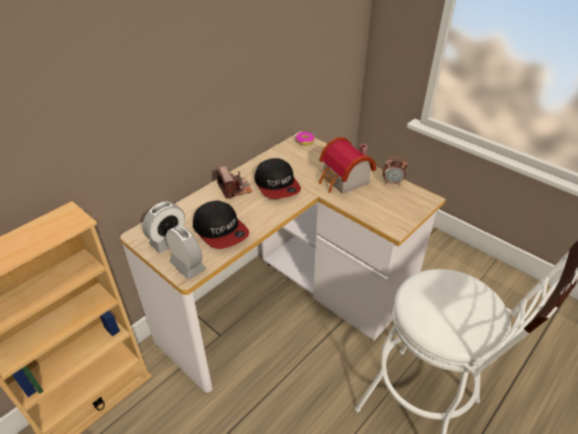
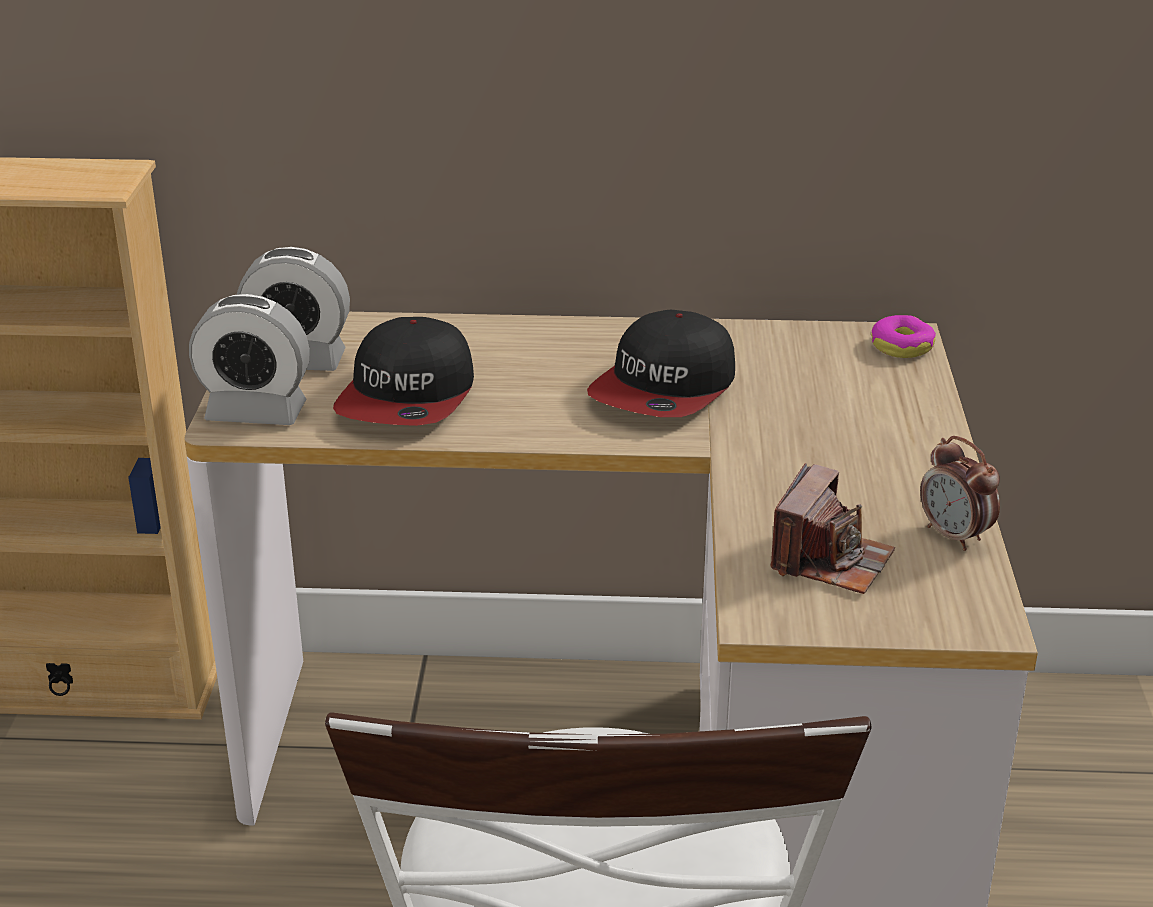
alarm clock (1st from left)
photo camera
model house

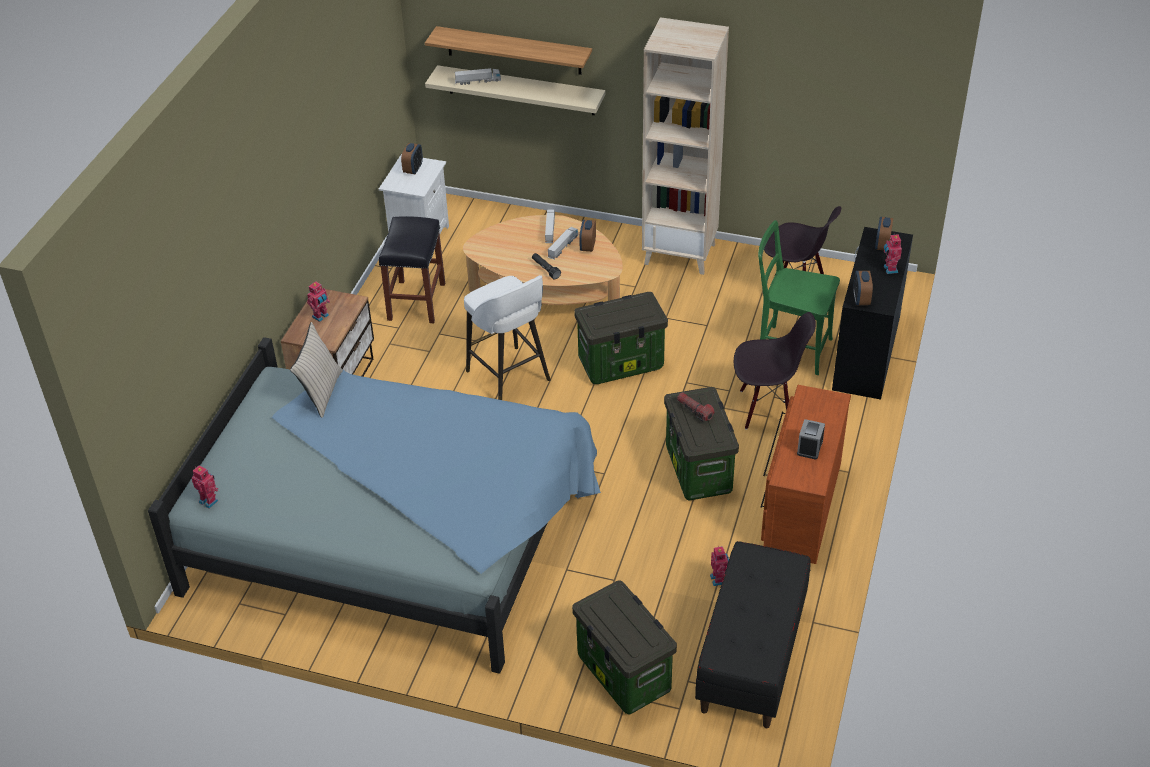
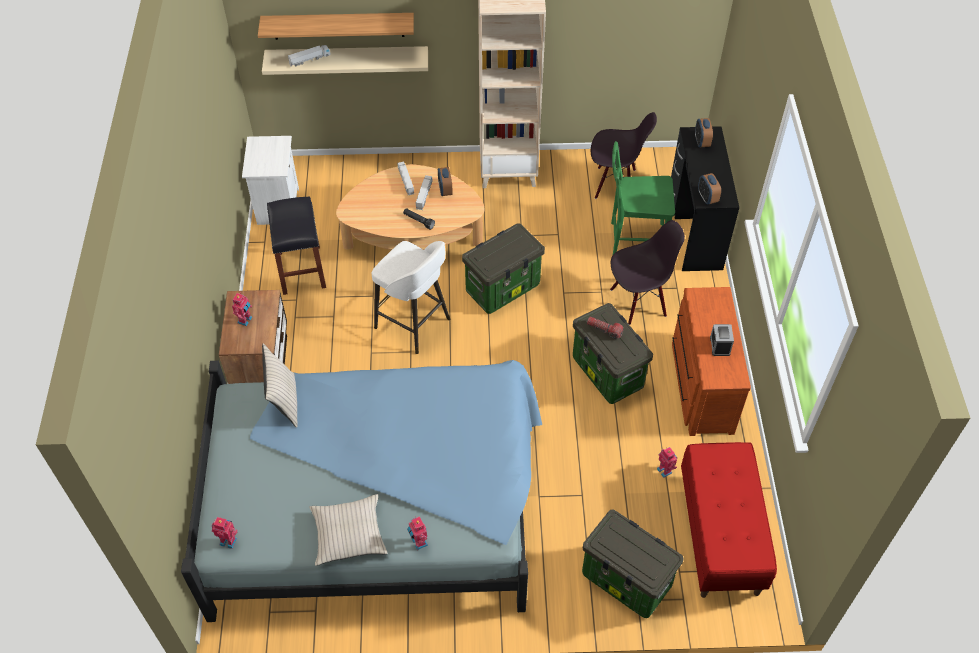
cushion (sand-coloured) (2nd from left)
model robot (3rd from left)
indoor bench (red)
alarm clock (1st from left in the first image)

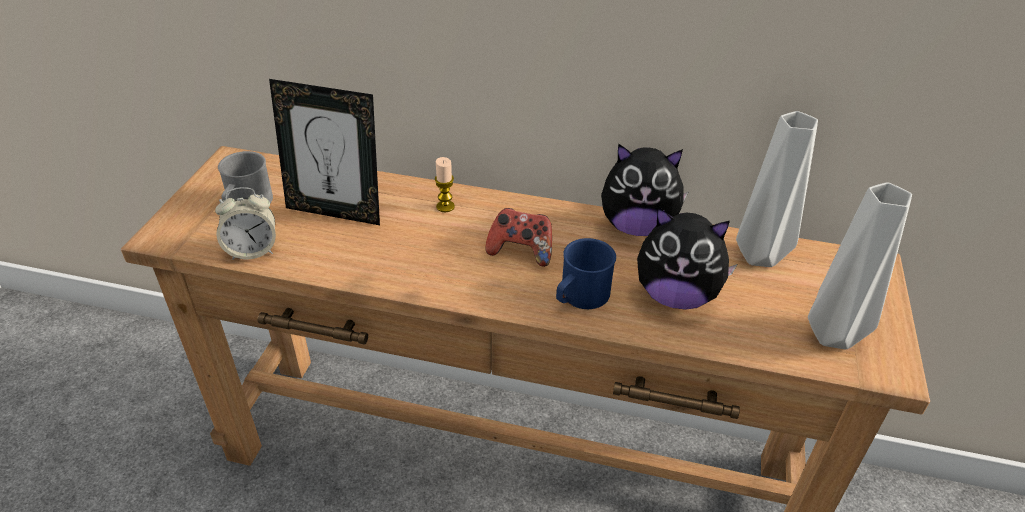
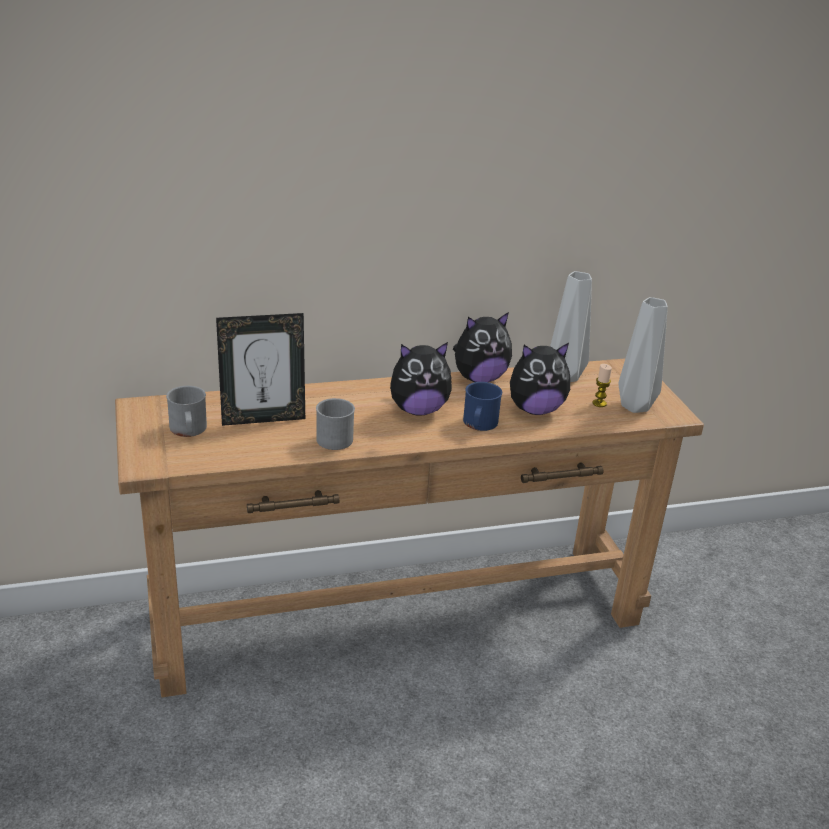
tea mug (grey) (2nd from left)
plush toy (1st from left)
wax candle
alarm clock

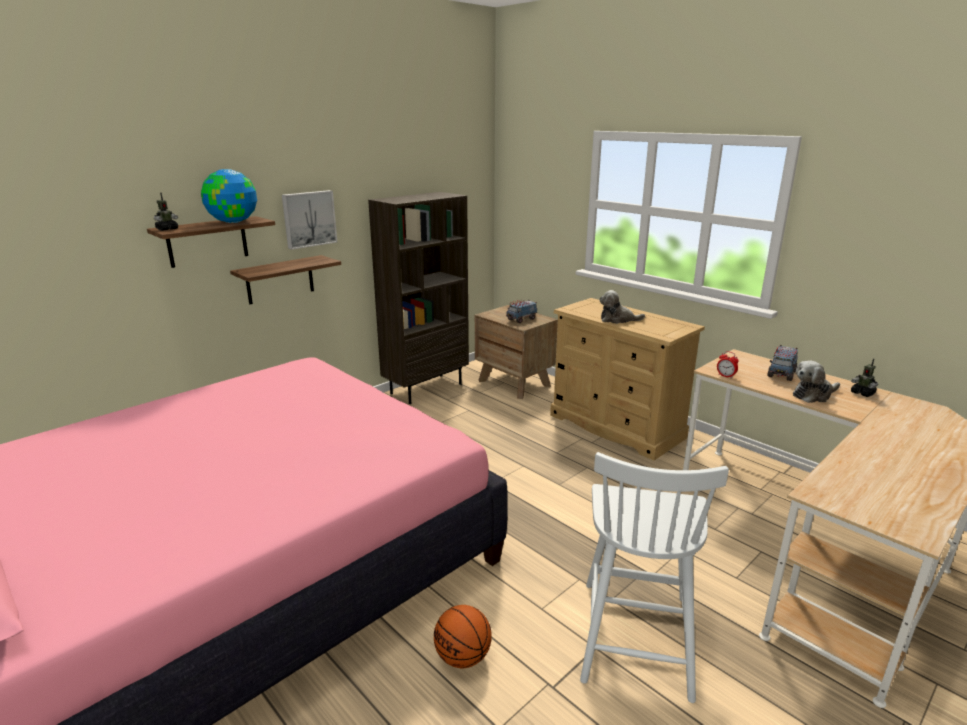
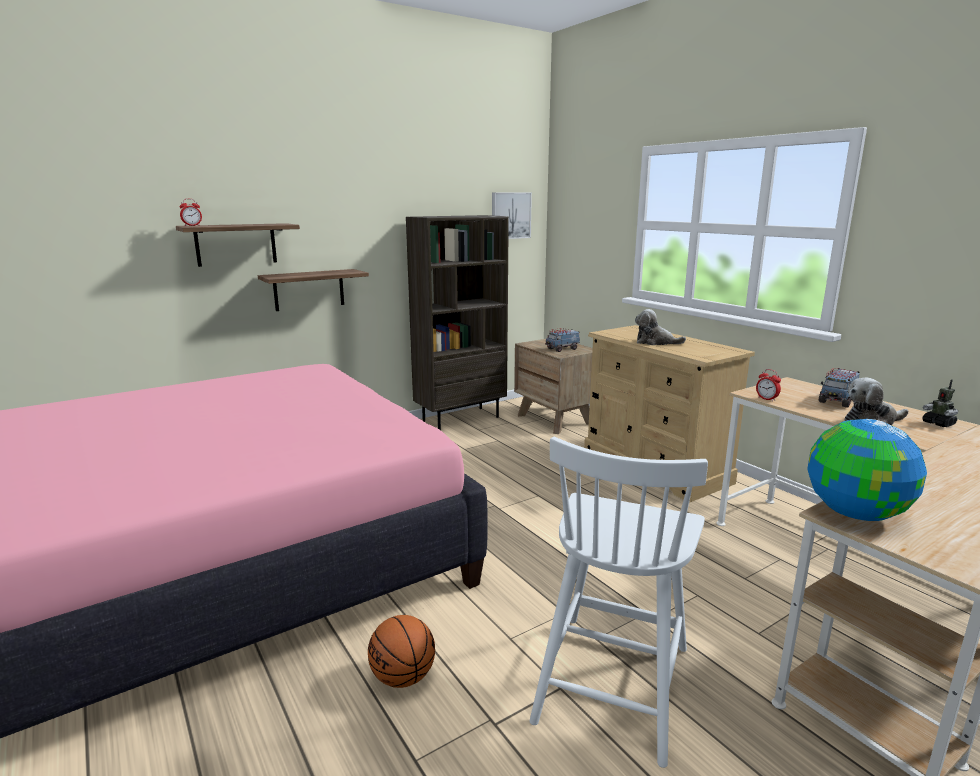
alarm clock (1st from left)
picture
globe

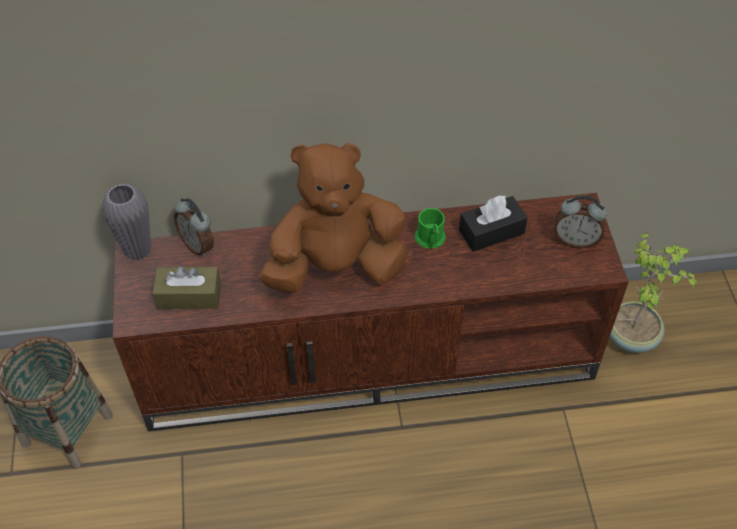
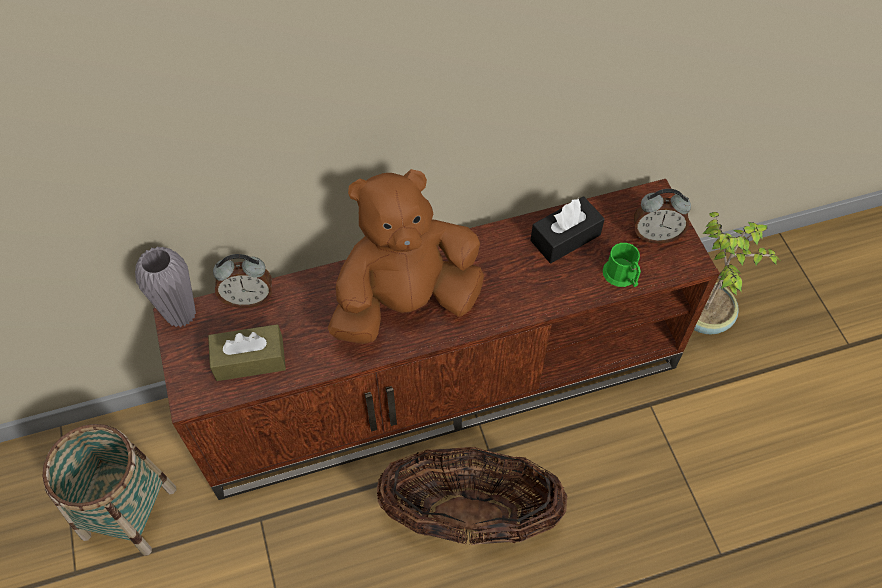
alarm clock (1st from left)
storage basket (2nd from left)
tea mug (greenish)

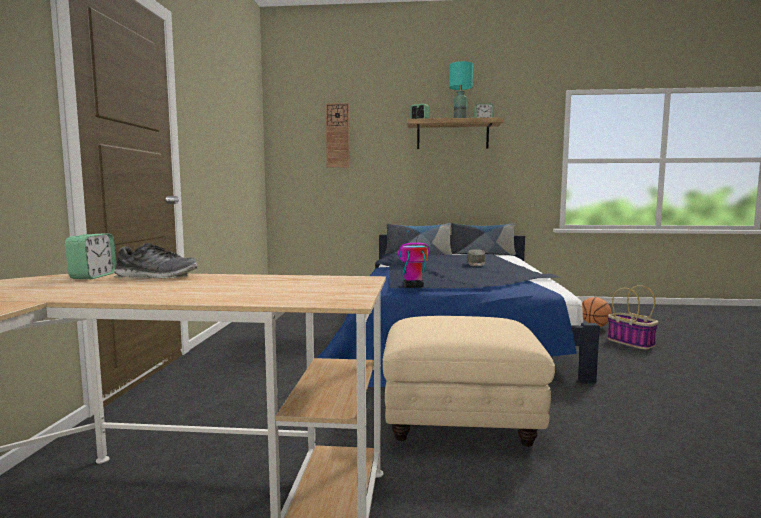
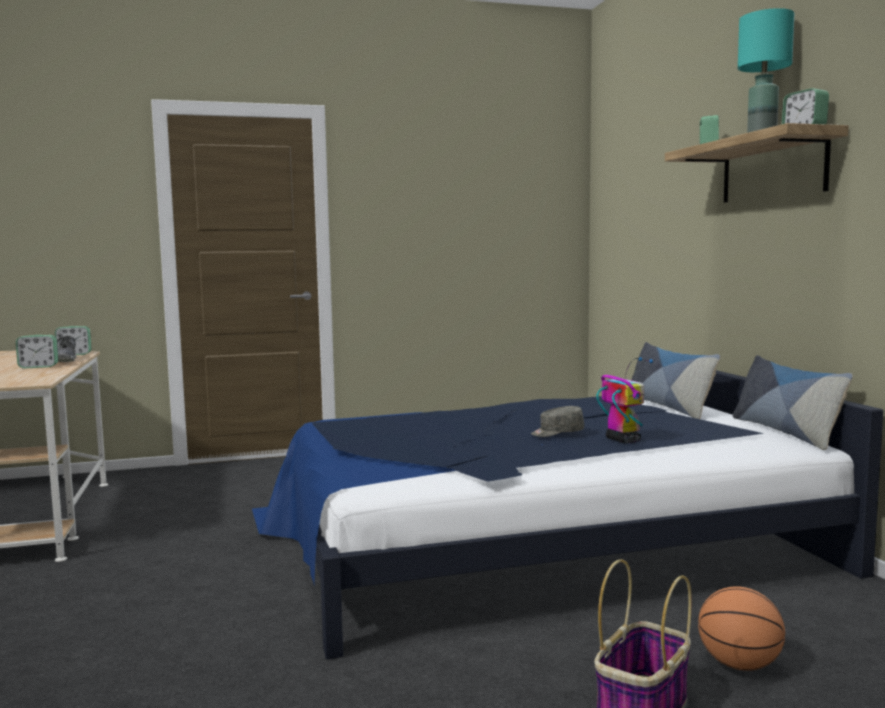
alarm clock (1st from left)
model robot
hanging clock
ottoman (sand-coloured)

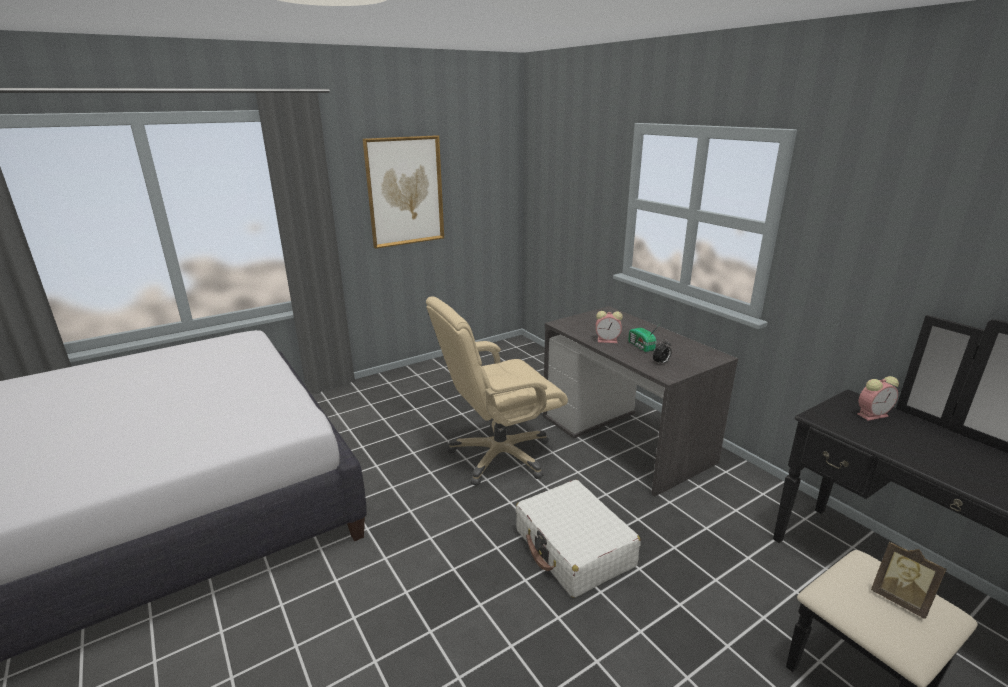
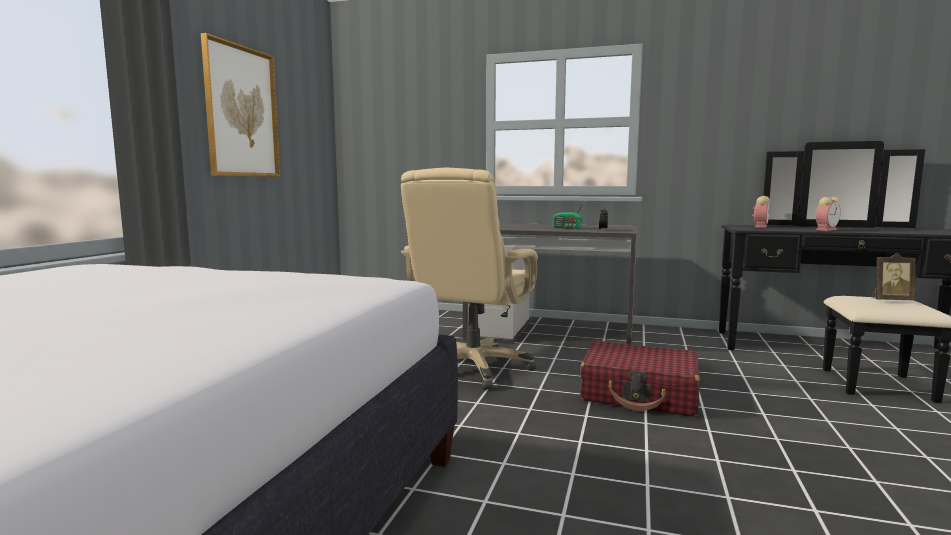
piece of luggage (red)
alarm clock (3rd from left)

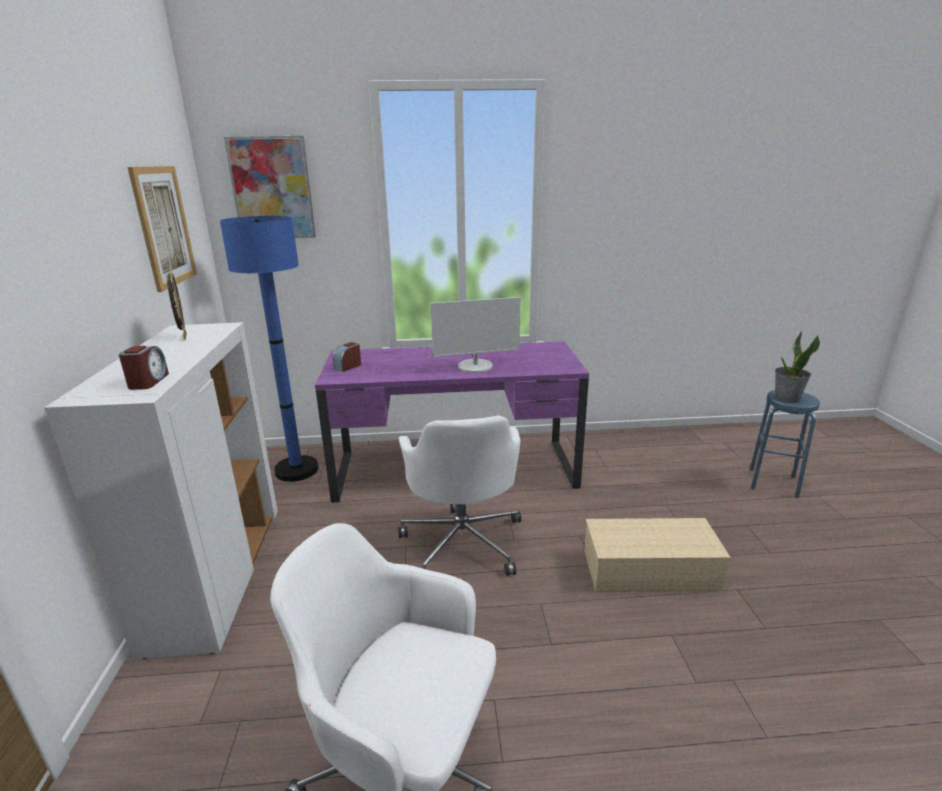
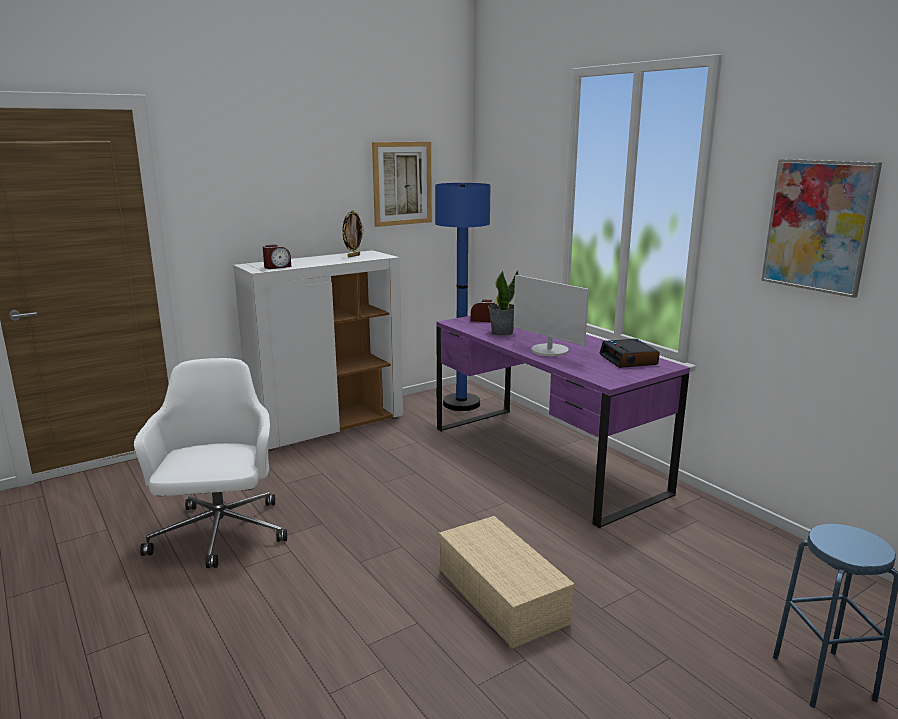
plant in a pot
alarm clock (3rd from left)
picture (2nd from left)
desk chair (whitish) (2nd from left in the first image)

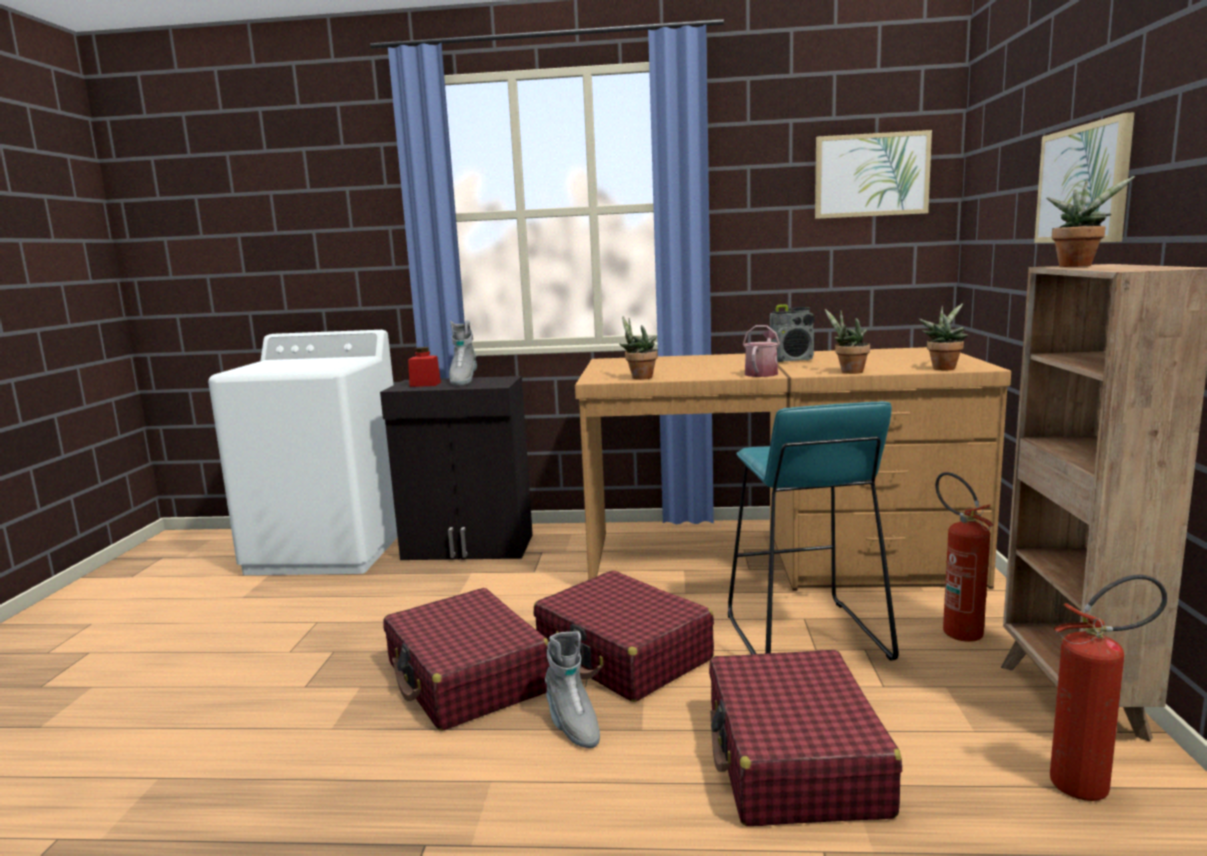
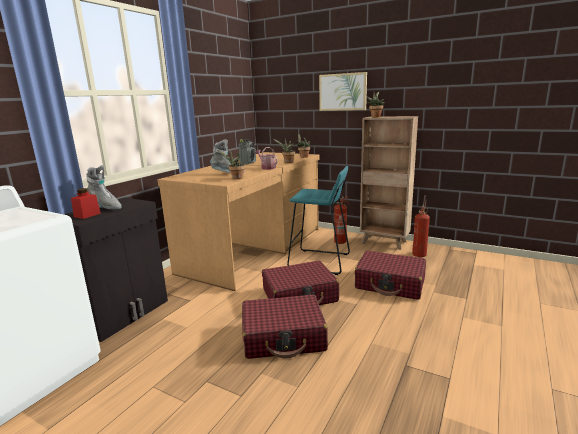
tall boot (grey) (2nd from left)
picture (1st from left in the first image)

